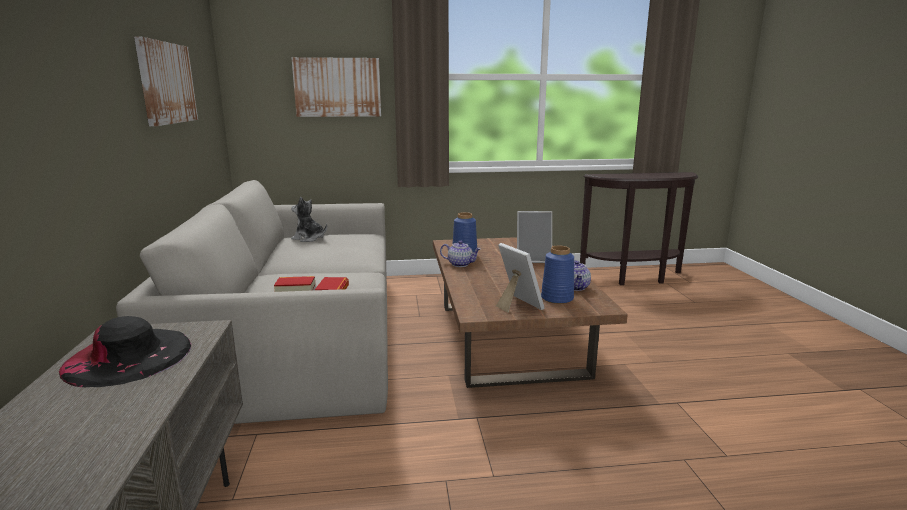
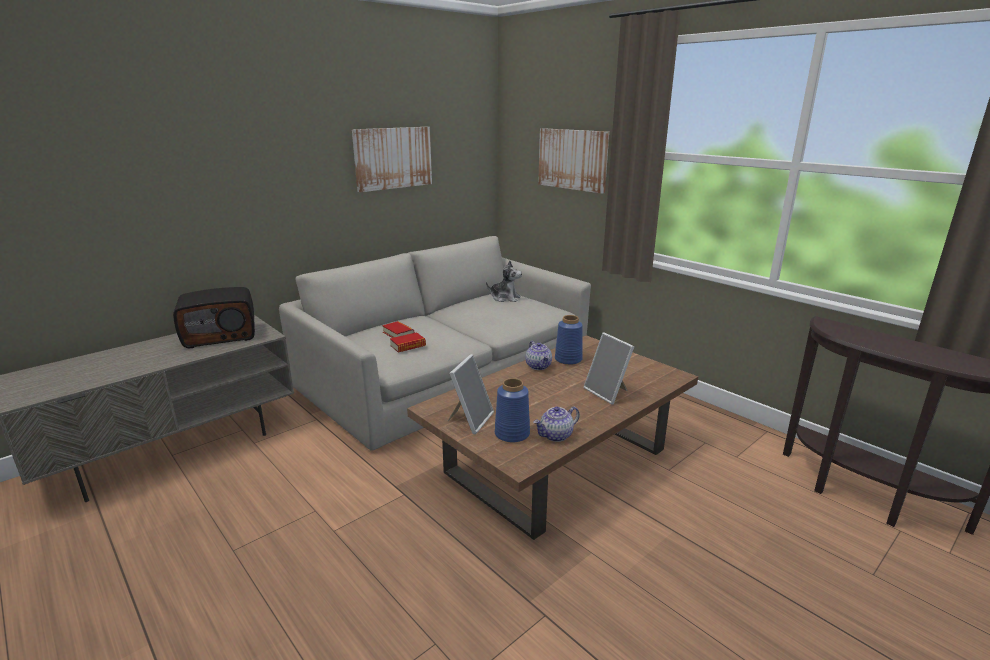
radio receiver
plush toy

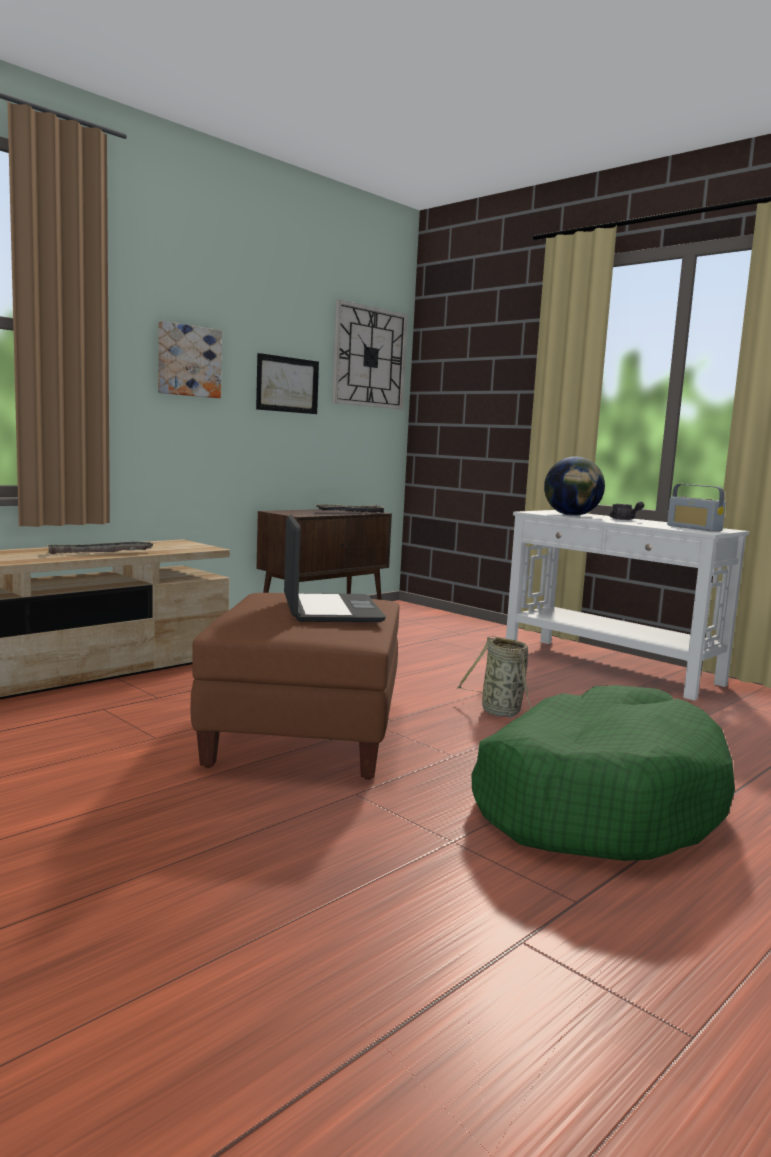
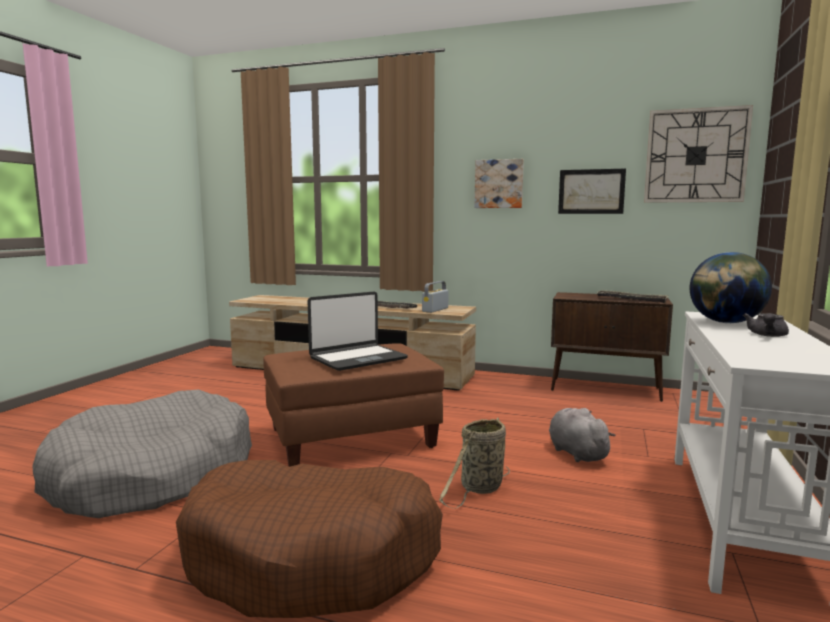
pet bed (grey)
pet bed (brown)
radio receiver
plush toy (grey)

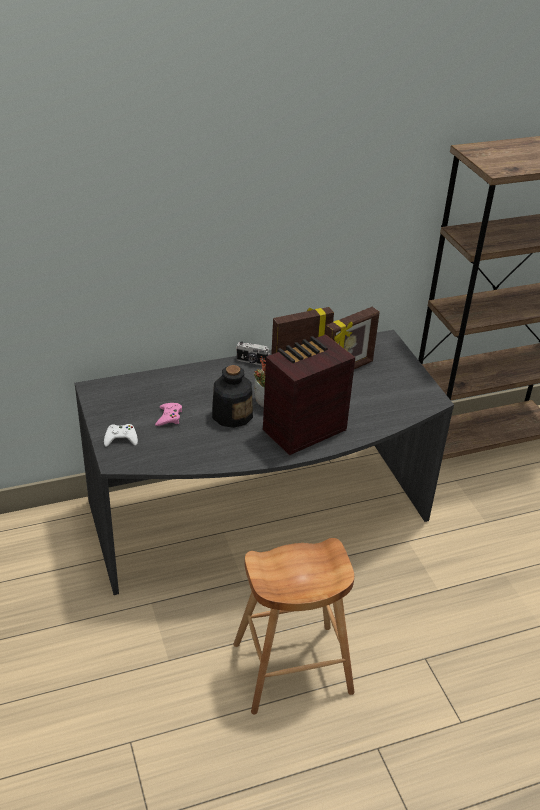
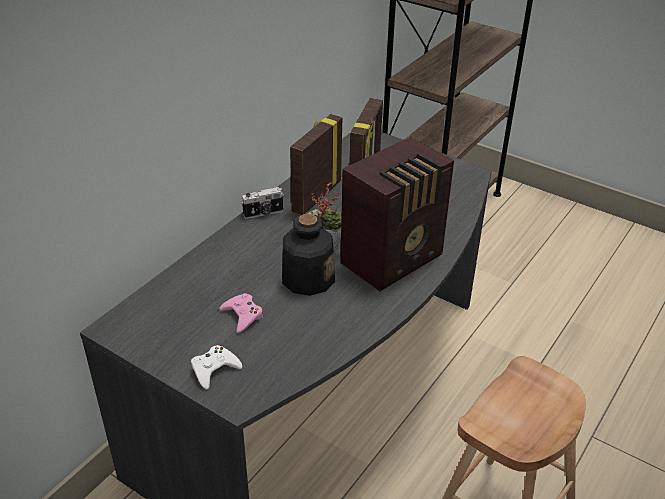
radio receiver

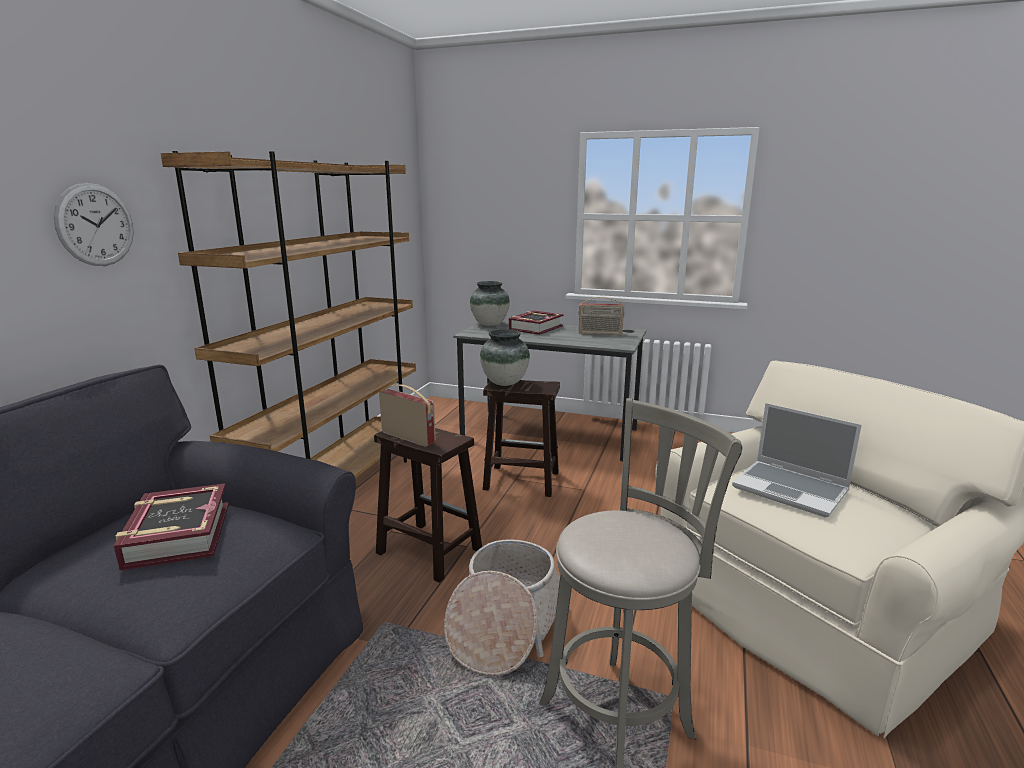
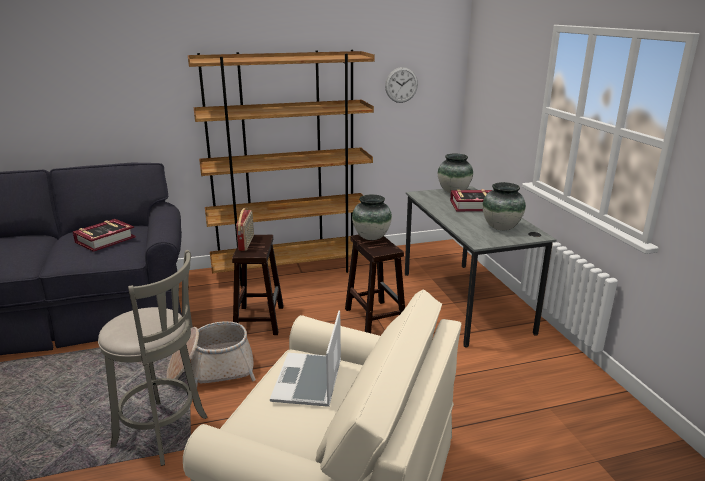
hanging clock
decorative vase (3rd from left)

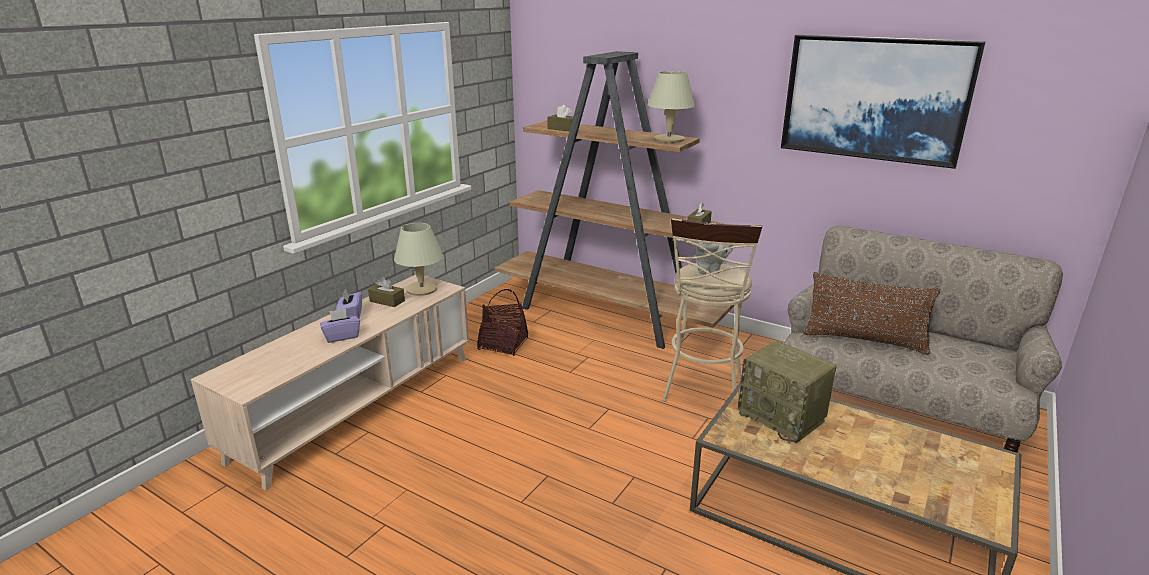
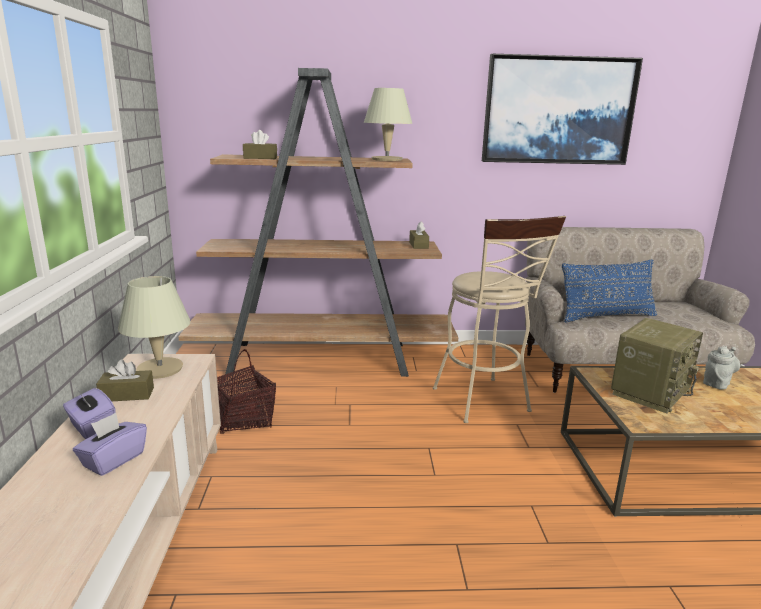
cushion (bluish)
radio receiver
pot for tea (grey)

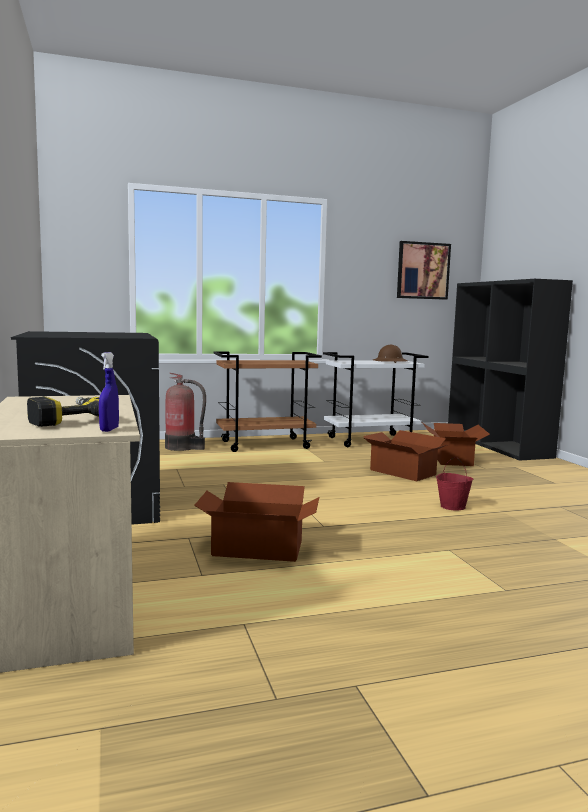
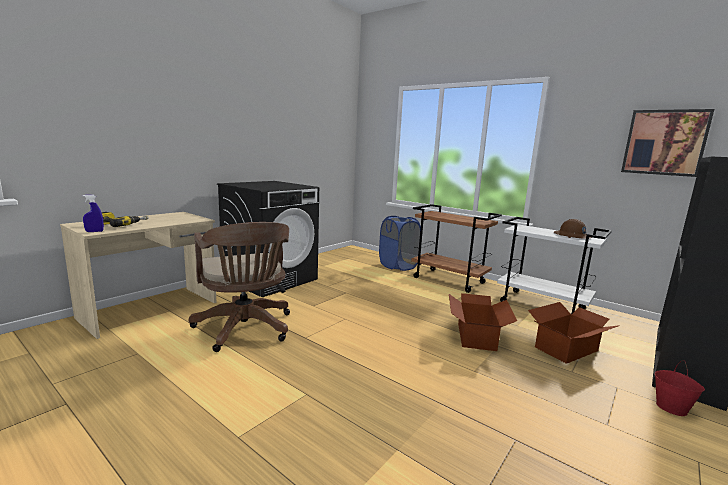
desk chair (brown)
laundry basket (bluish)
water bucket (red)

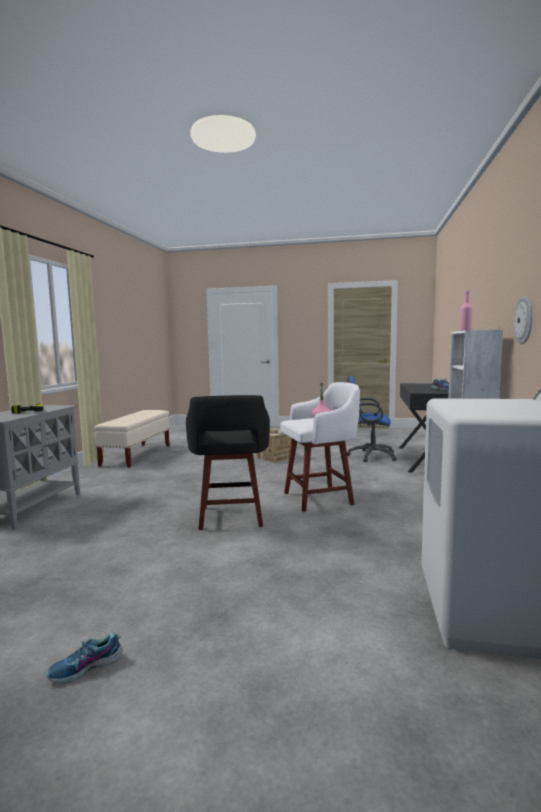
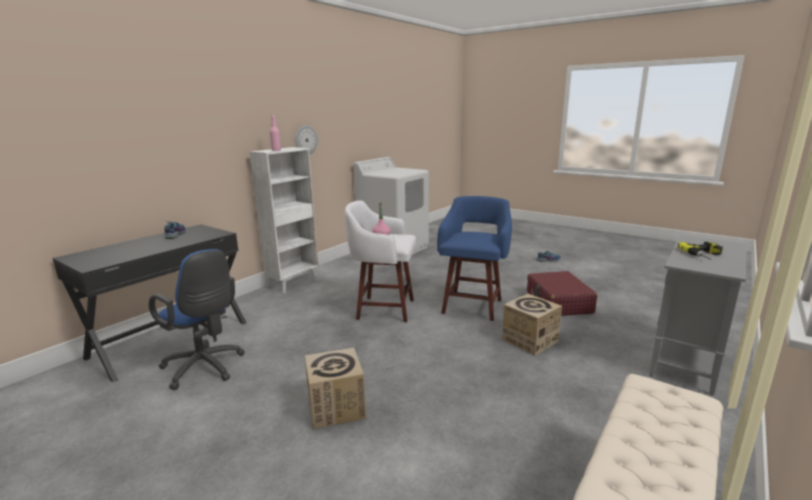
stool seat (bluish)
packing box (2nd from left)
piece of luggage (red)

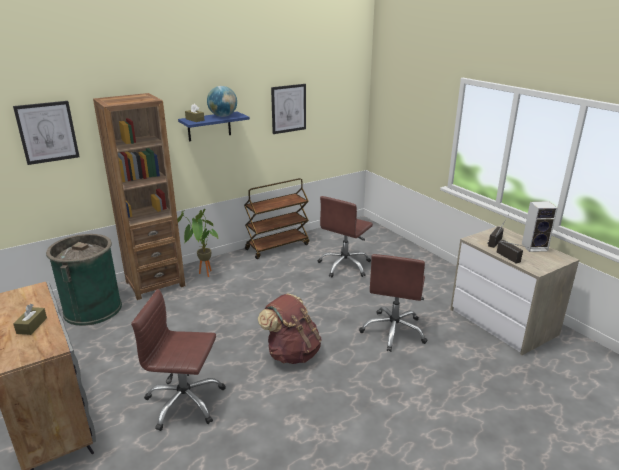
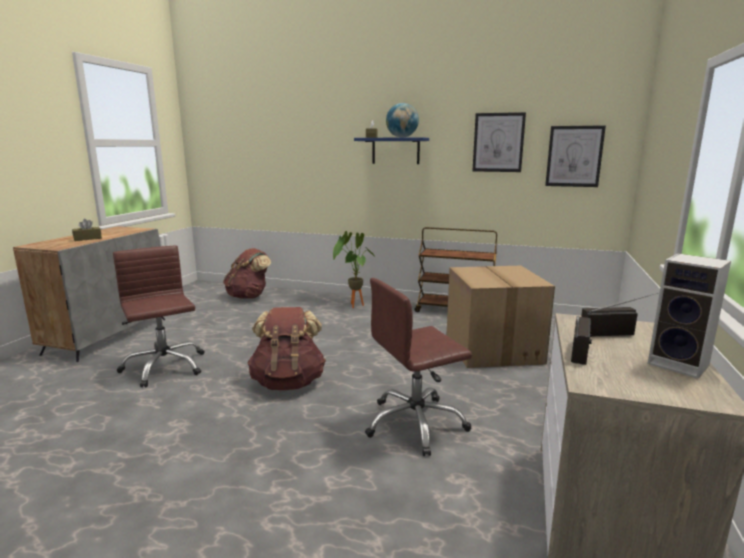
knapsack (brown) (1st from left)
packing box
picture (2nd from left)
shelving unit (brown)

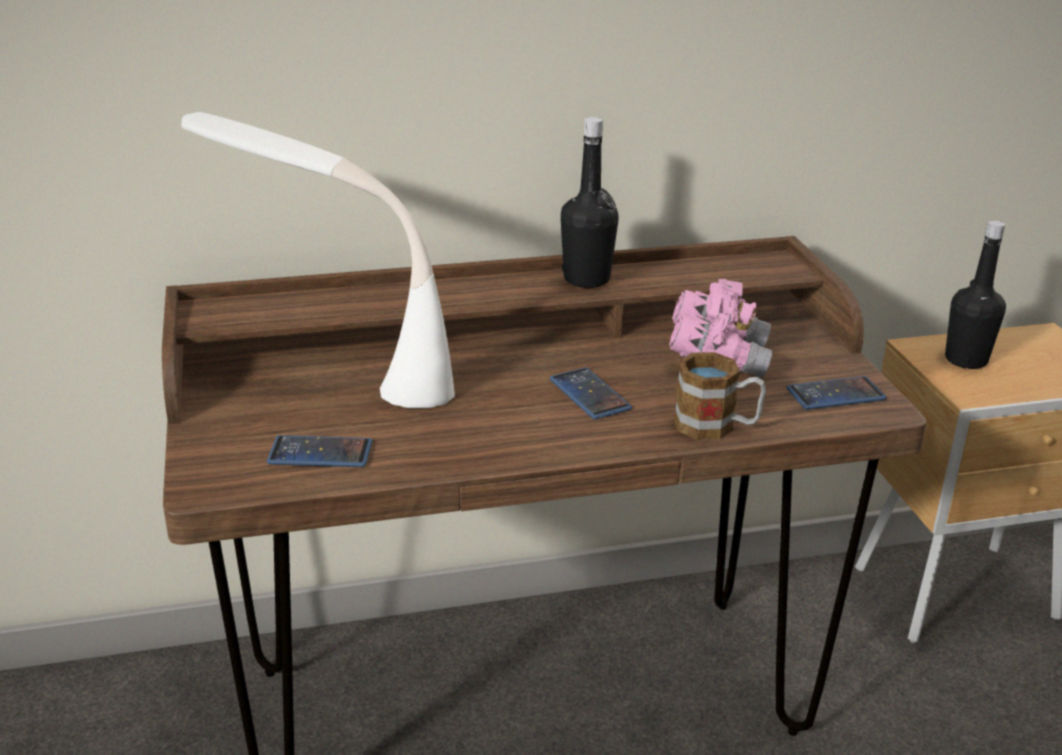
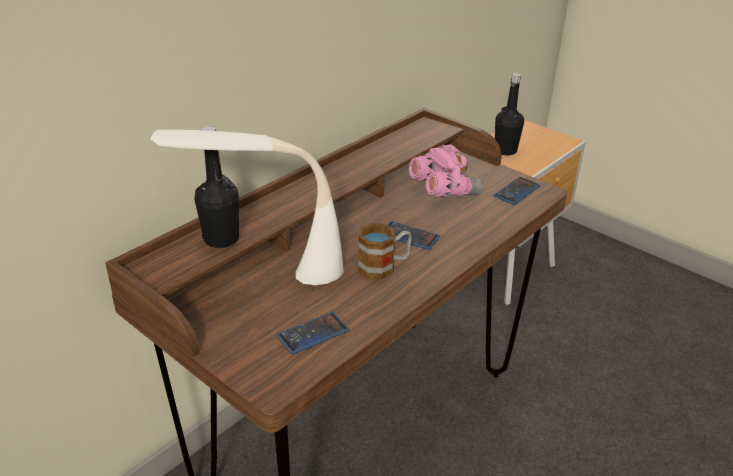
beverage bottle (blackish) (1st from left)
tea mug

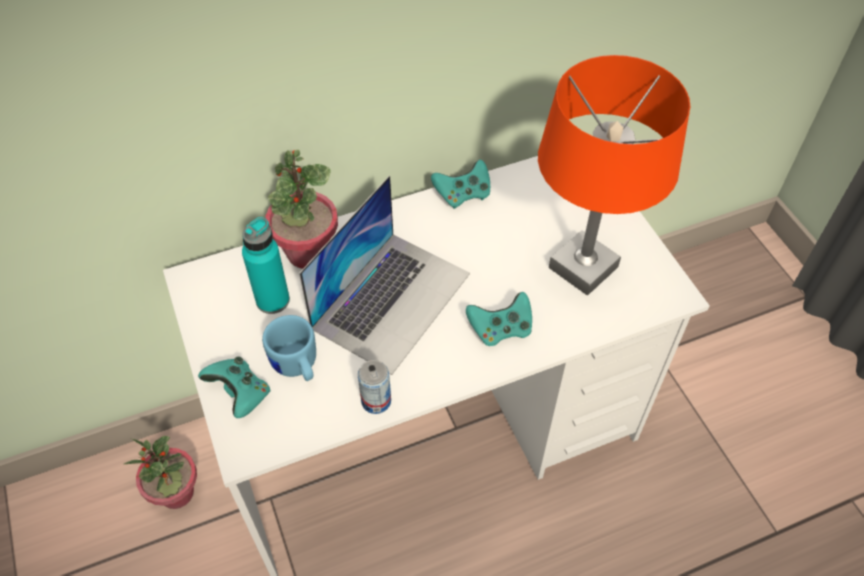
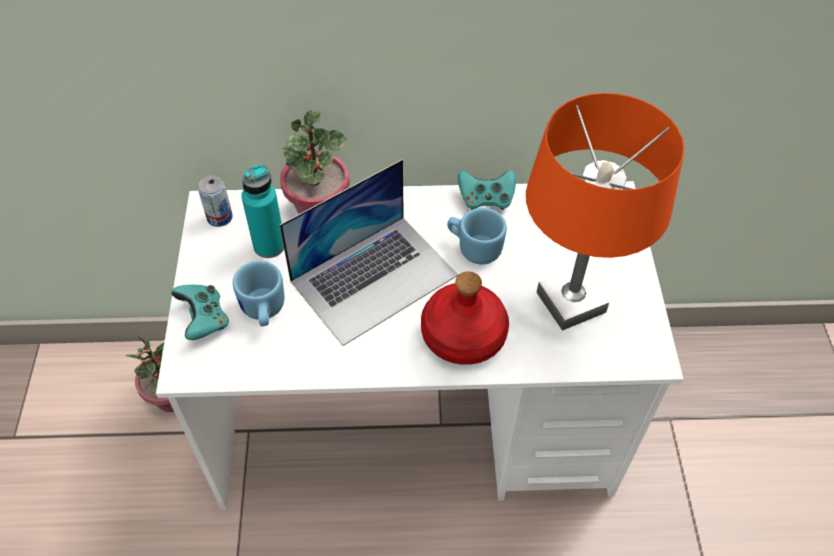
can
beverage bottle (red)
tea mug (bluish) (2nd from left)

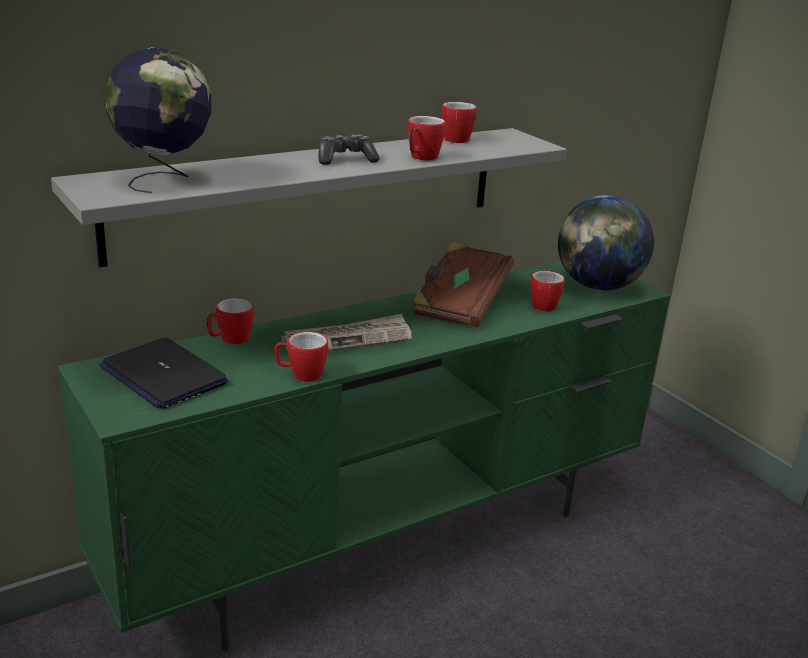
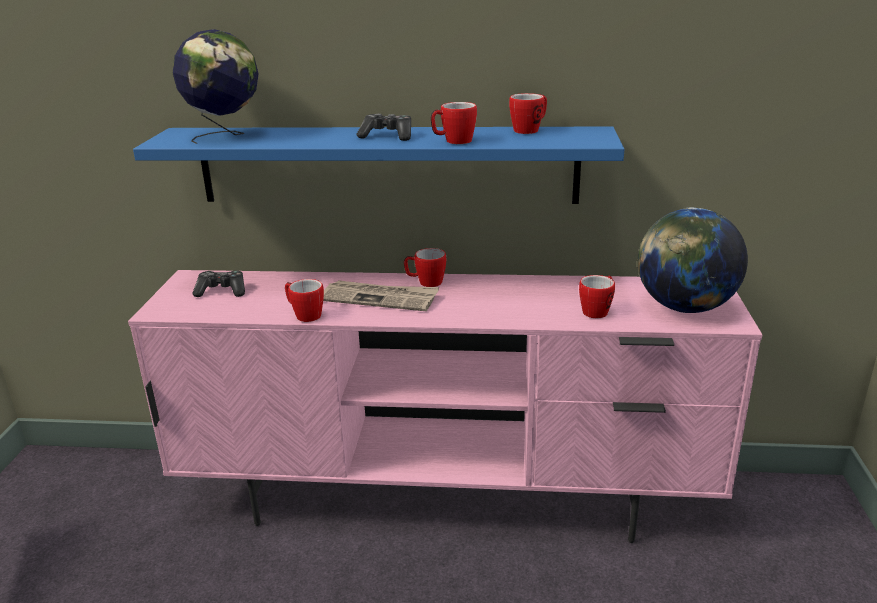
tv unit (pink)
shelf (bluish)
game controller (1st from left)
tea mug (2nd from left)
book (brown)

